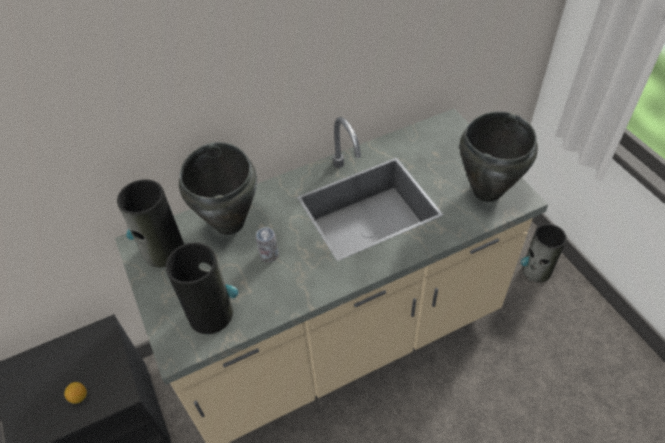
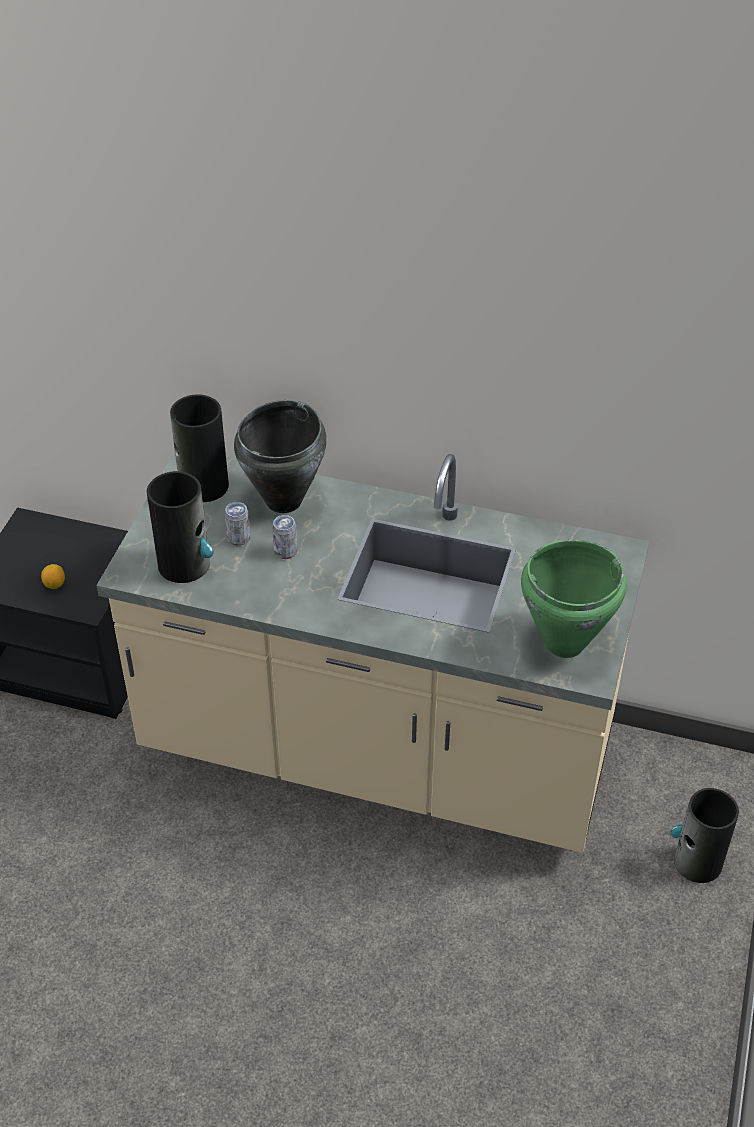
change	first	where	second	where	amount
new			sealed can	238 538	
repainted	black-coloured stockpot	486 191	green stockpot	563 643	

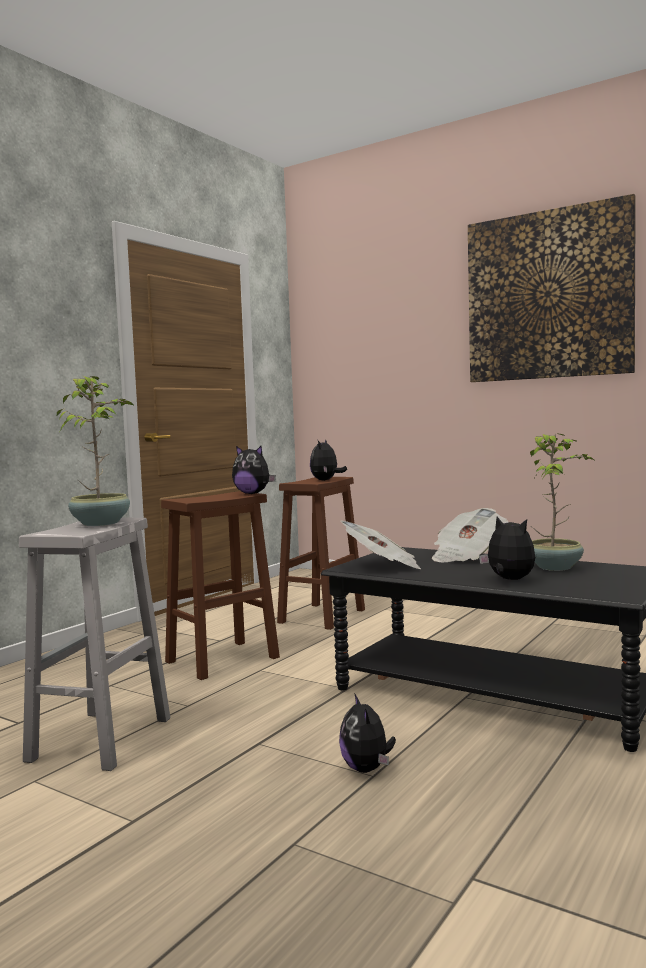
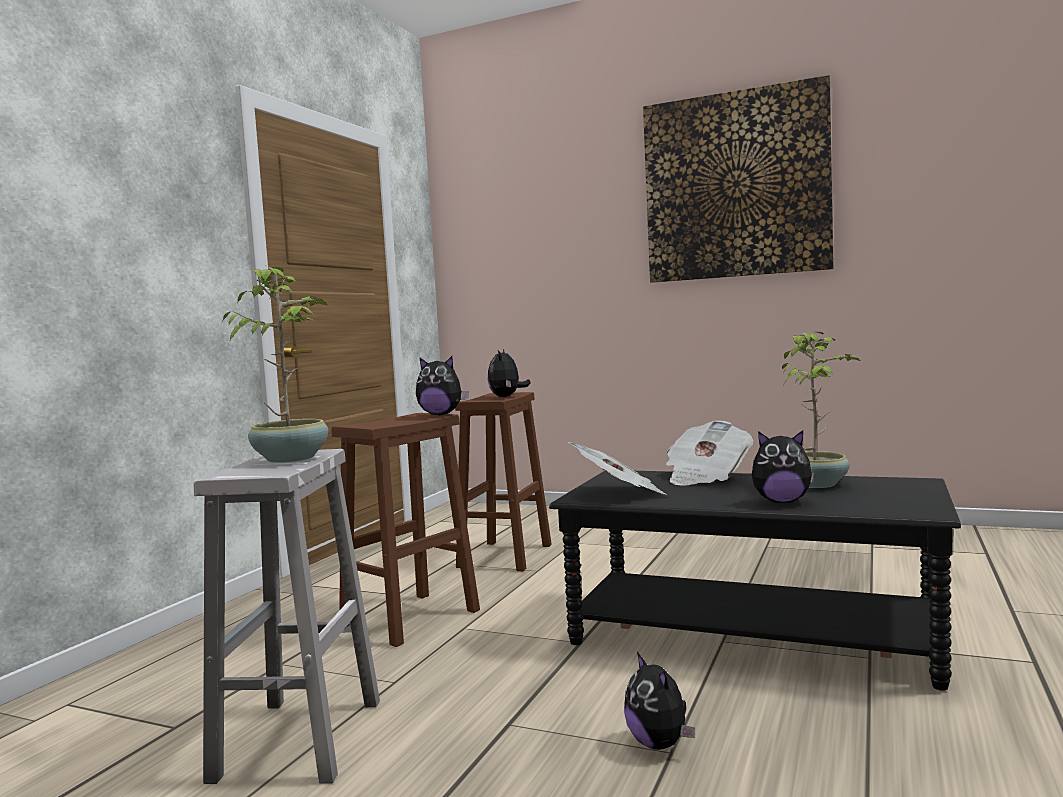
change	first	where	second	where	amount
rotated	cuddly toy	509 580		781 502	150 degrees clockwise

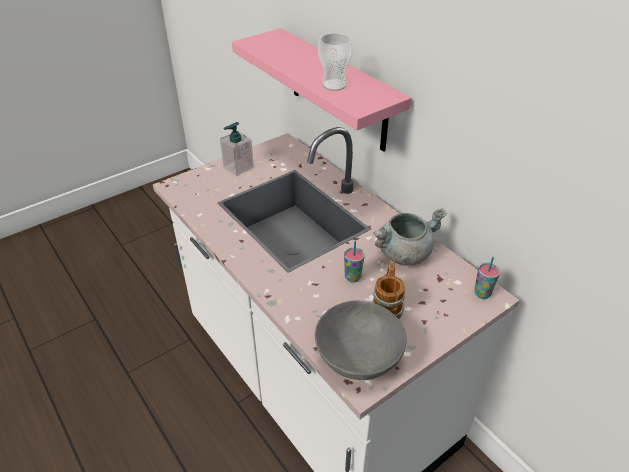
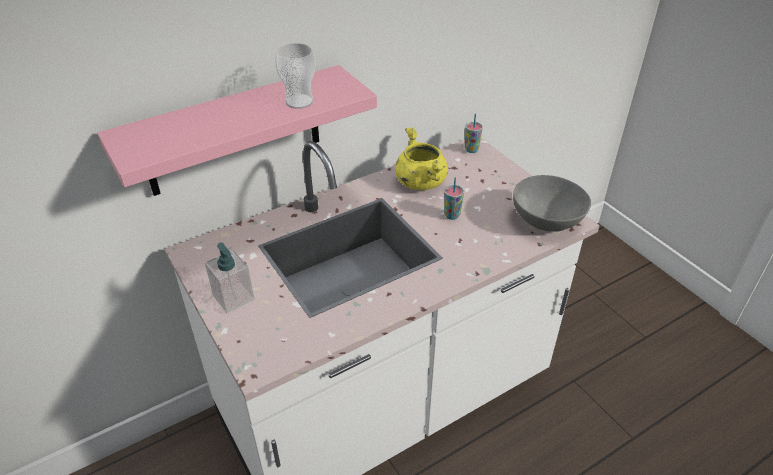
change	first	where	second	where	amount
gone	tea mug	387 305			
repainted	grey stockpot	404 253	yellowish stockpot	420 182	

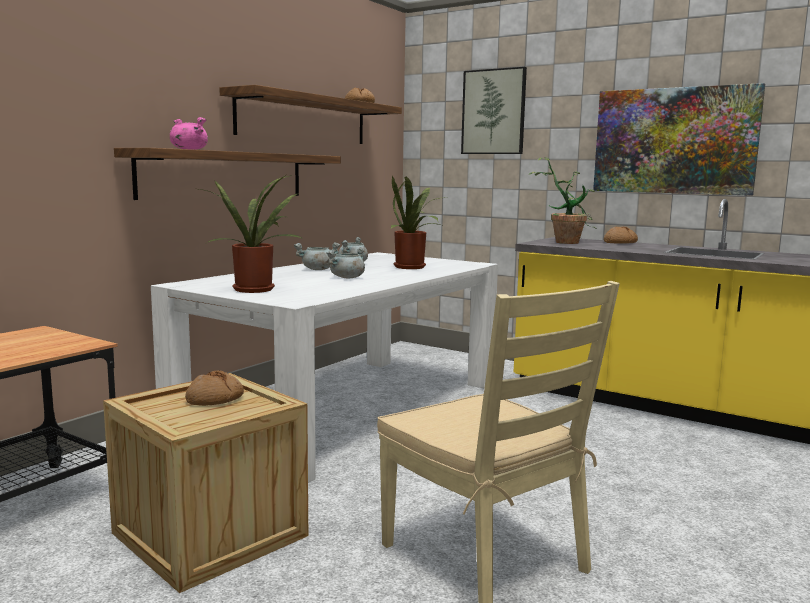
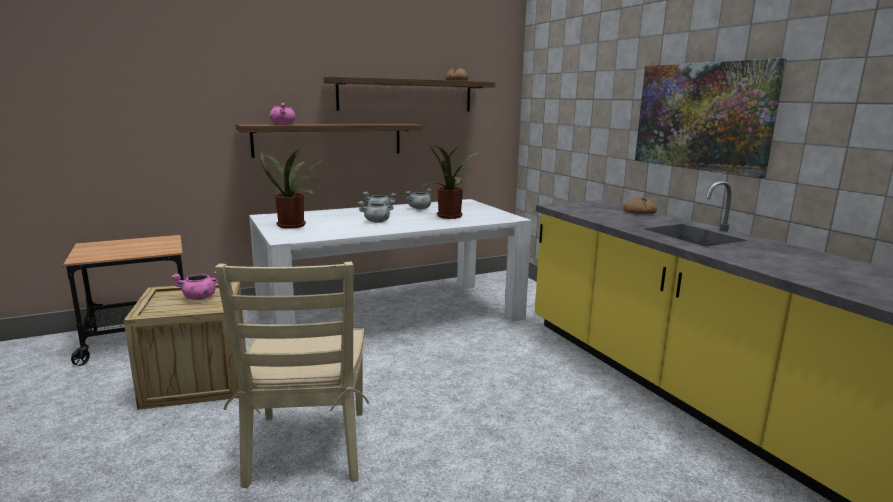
change	first	where	second	where	amount
gone	wall art	494 112			
gone	plant in a pot	565 242			
swapped	bakery bread	215 399	pink stockpot	199 298	

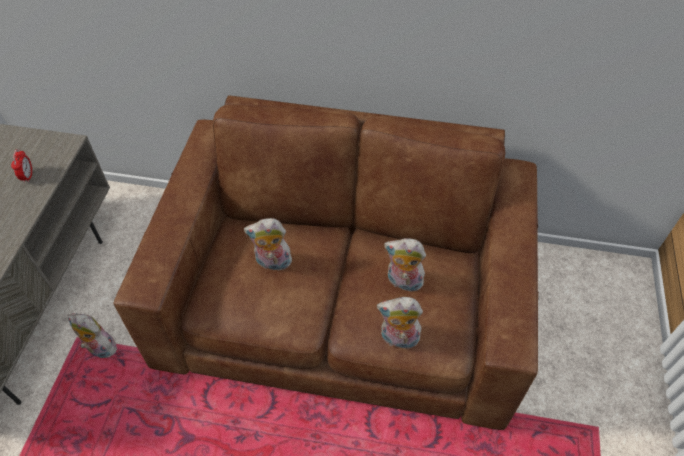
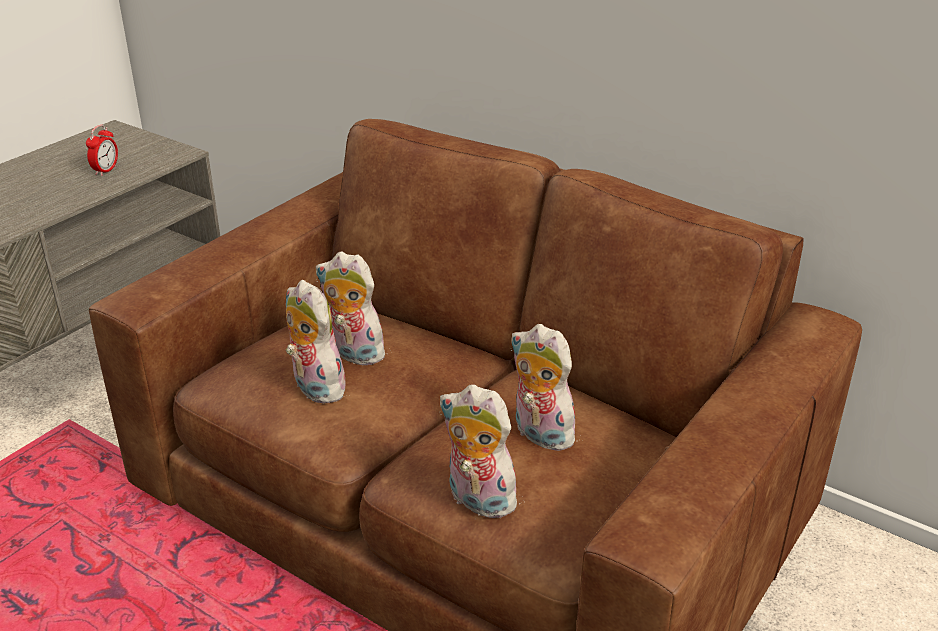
change	first	where	second	where	amount
shifted	cuddly toy	99 348		314 387	

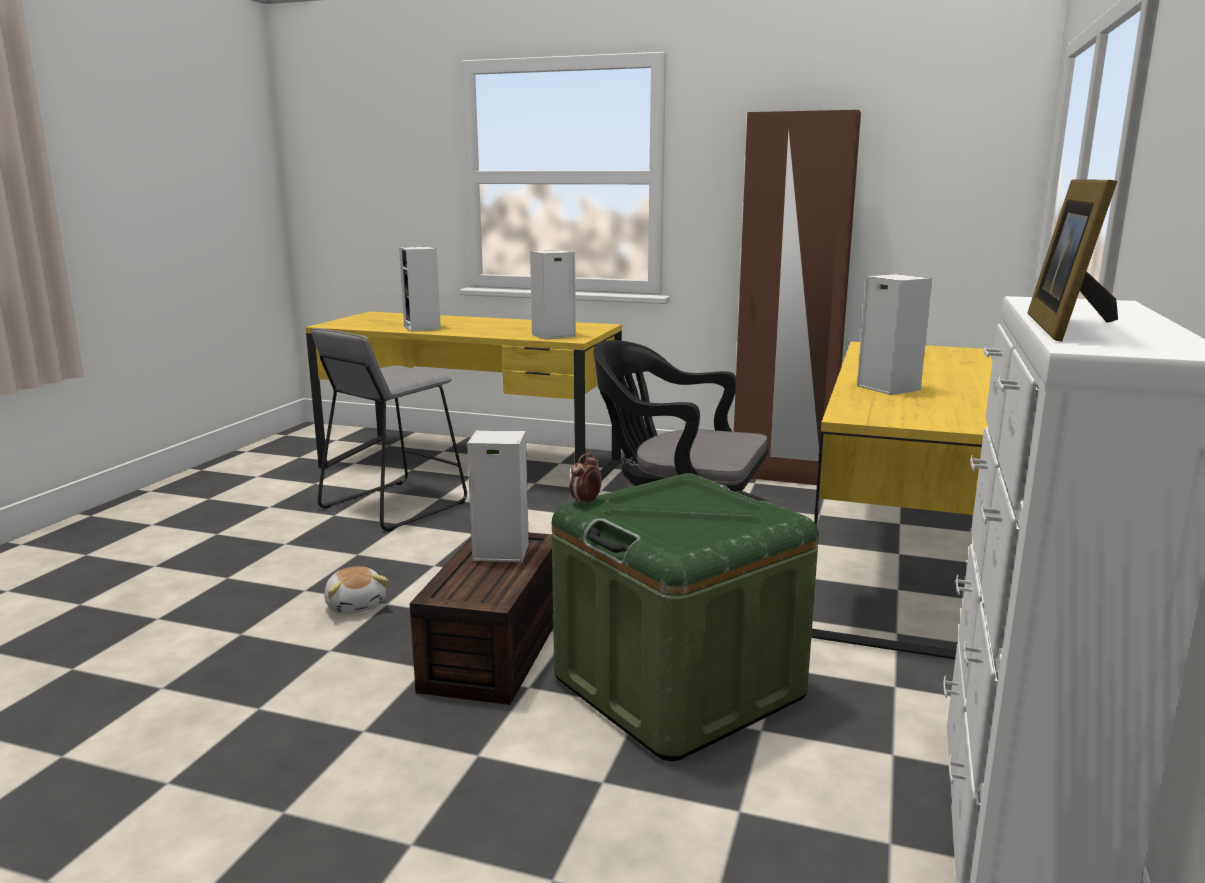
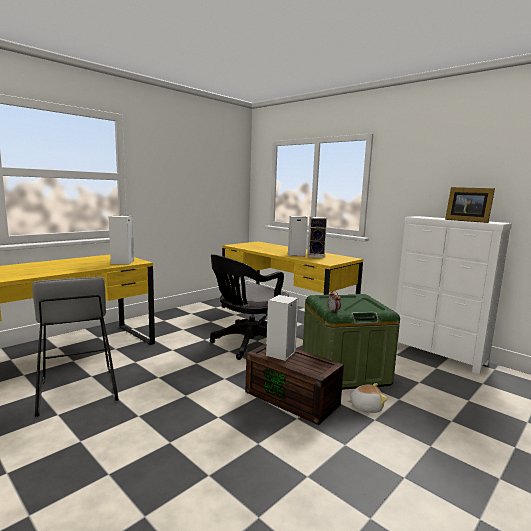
change	first	where	second	where	amount
gone	brownish wardrobe	782 476			
shifted	cuddly toy	356 605		365 407	
shifted	loudspeaker	423 328		316 256	

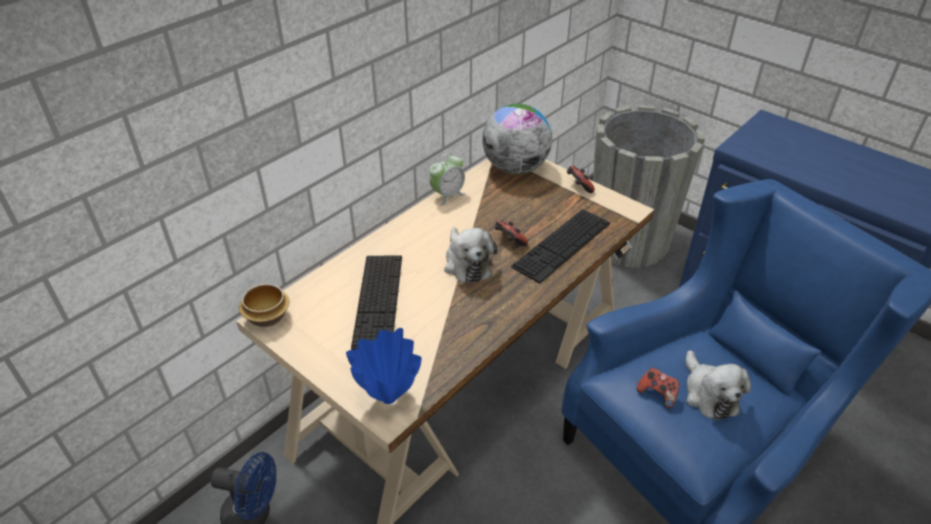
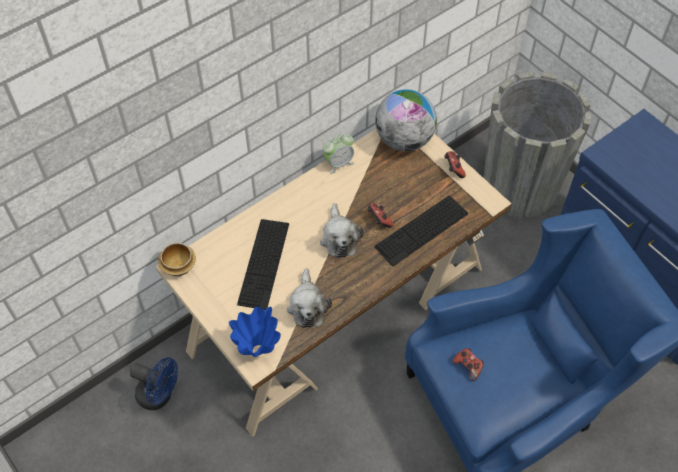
change	first	where	second	where	amount
shifted	cuddly toy	709 394		308 306	

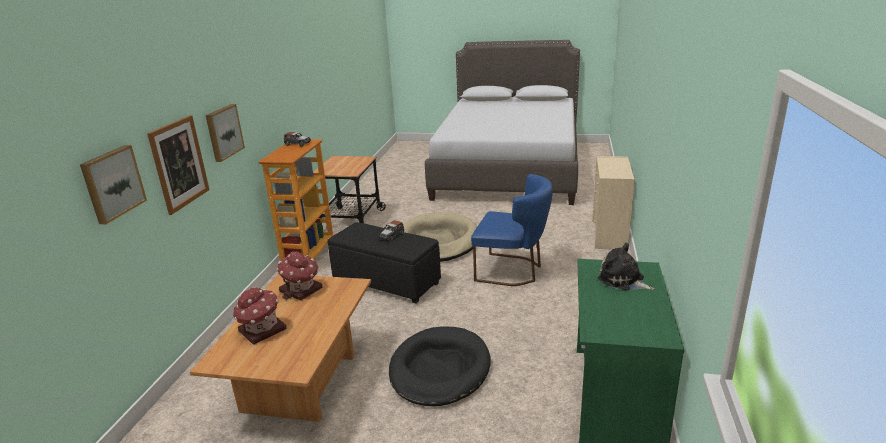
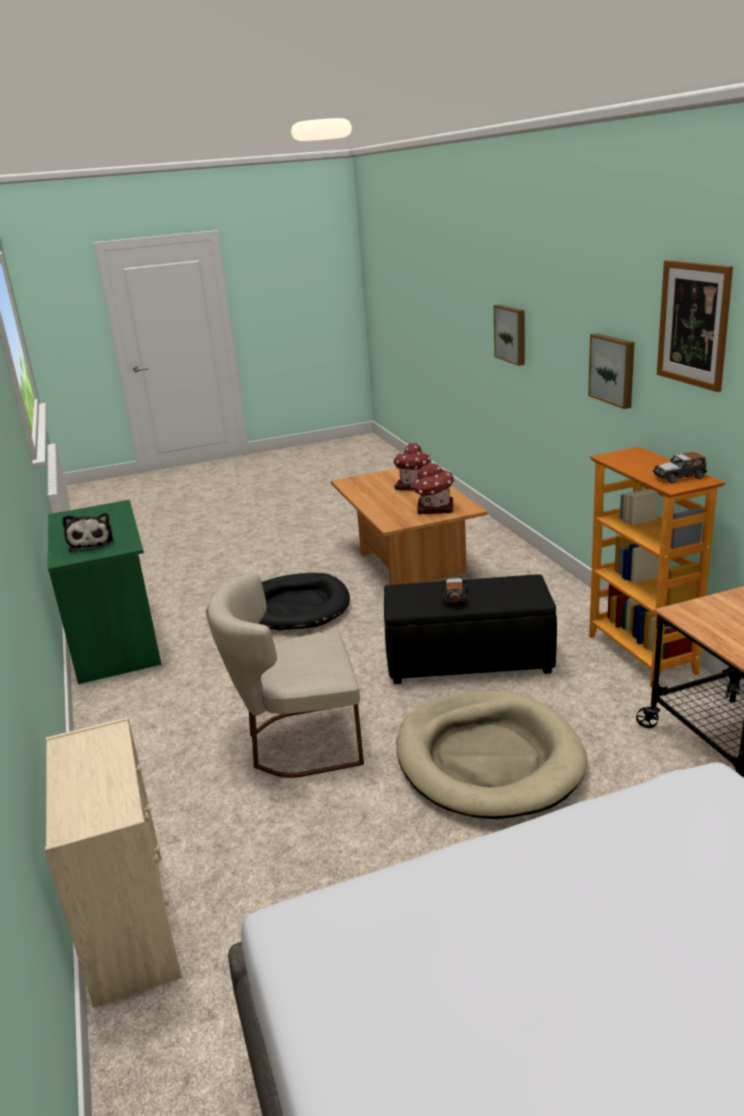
change	first	where	second	where	amount
shifted	wall art	179 163		693 324	
repainted	bluish plain chair	512 271	sand-coloured plain chair	297 743	
rotated	cuddly toy	623 280		91 542	60 degrees clockwise

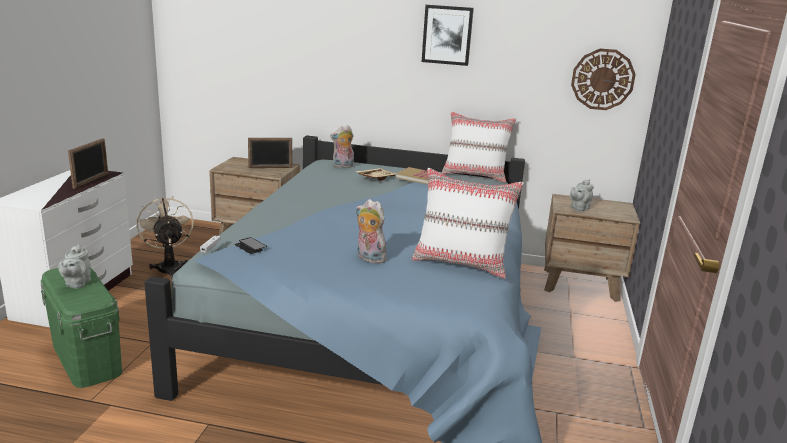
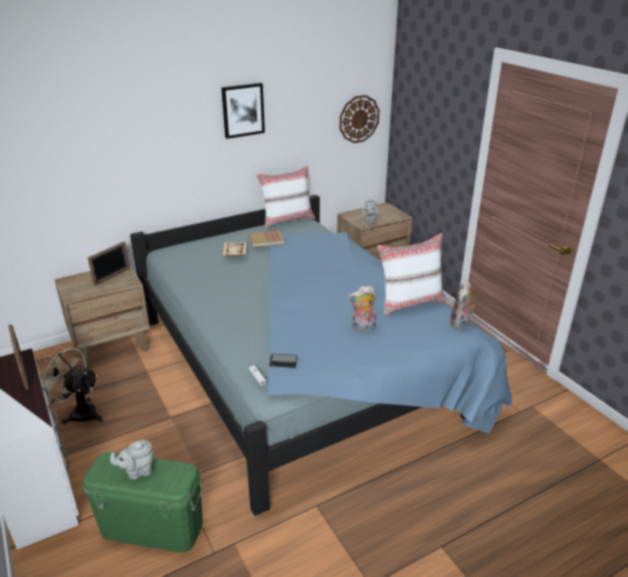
change	first	where	second	where	amount
shifted	cuddly toy	343 166		460 324	
rotated	grey pot for tea	77 284		138 471	105 degrees clockwise

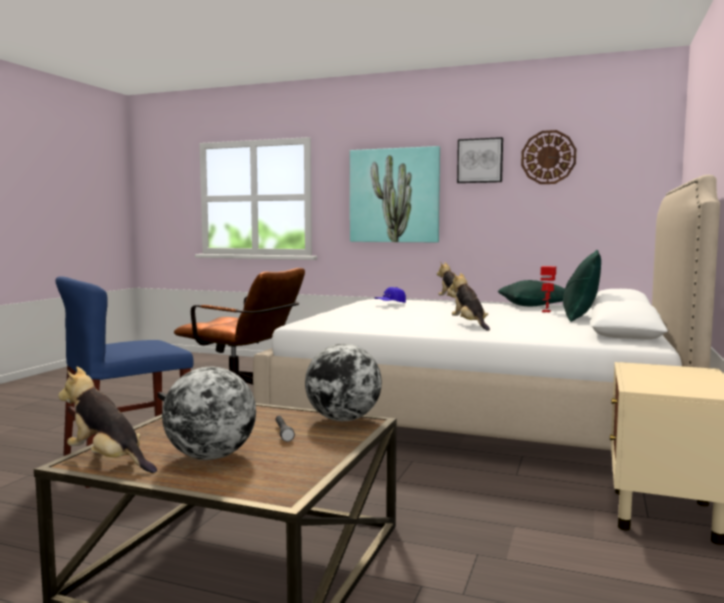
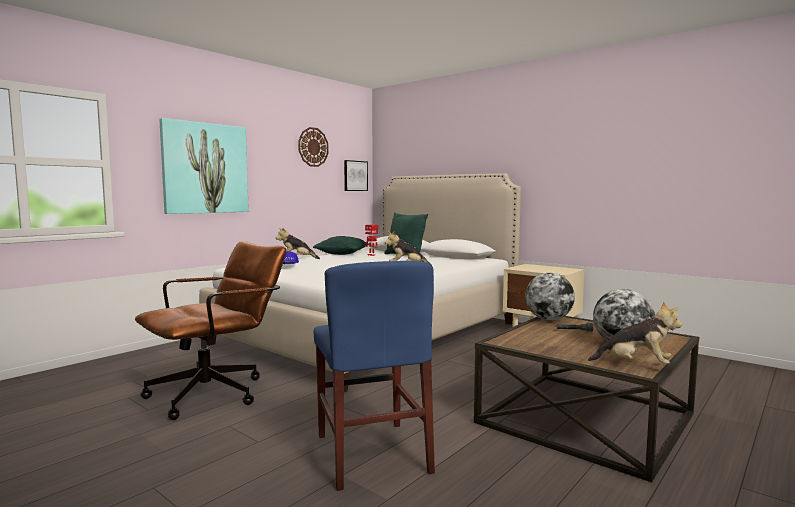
change	first	where	second	where	amount
shifted	wall art	480 160		355 176	
rotated	cuddly toy	108 461		635 365	120 degrees counterclockwise

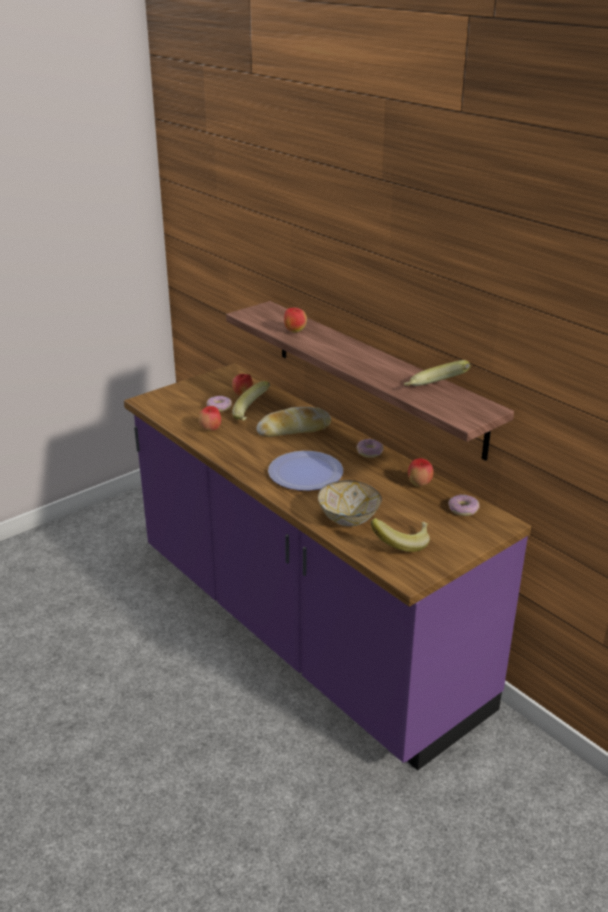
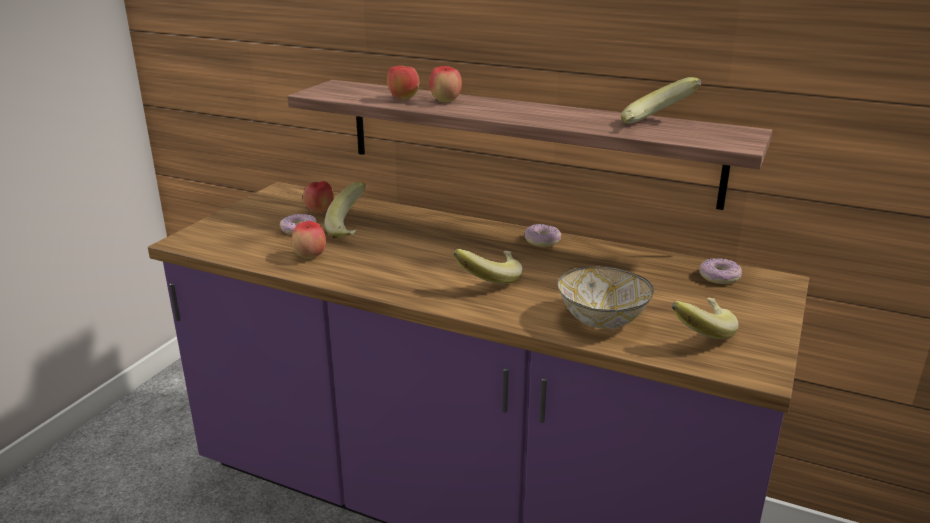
change	first	where	second	where	amount
gone	bakery bread	293 429			
shifted	whole apple	419 484		445 101	
swapped	flat dish	305 472	banana	488 279	

